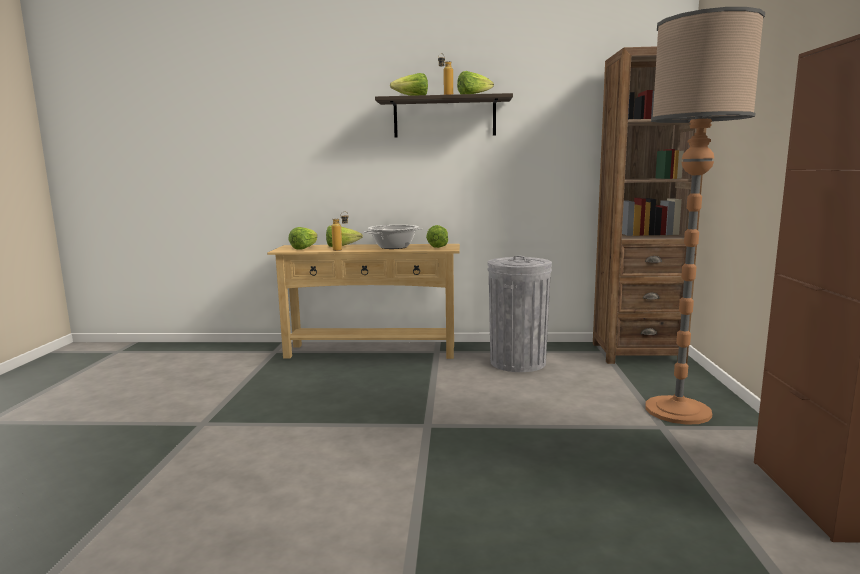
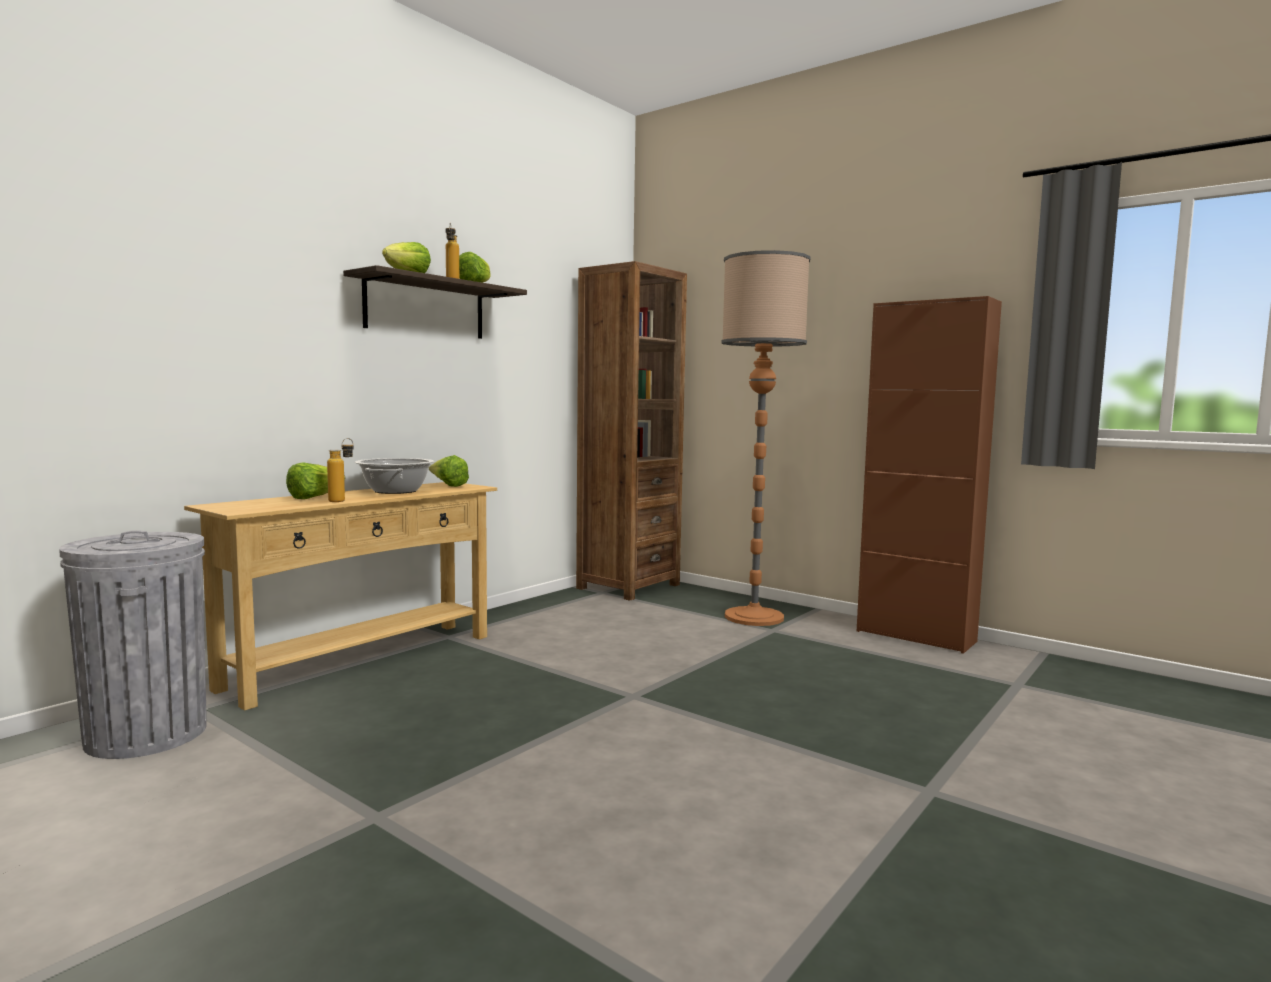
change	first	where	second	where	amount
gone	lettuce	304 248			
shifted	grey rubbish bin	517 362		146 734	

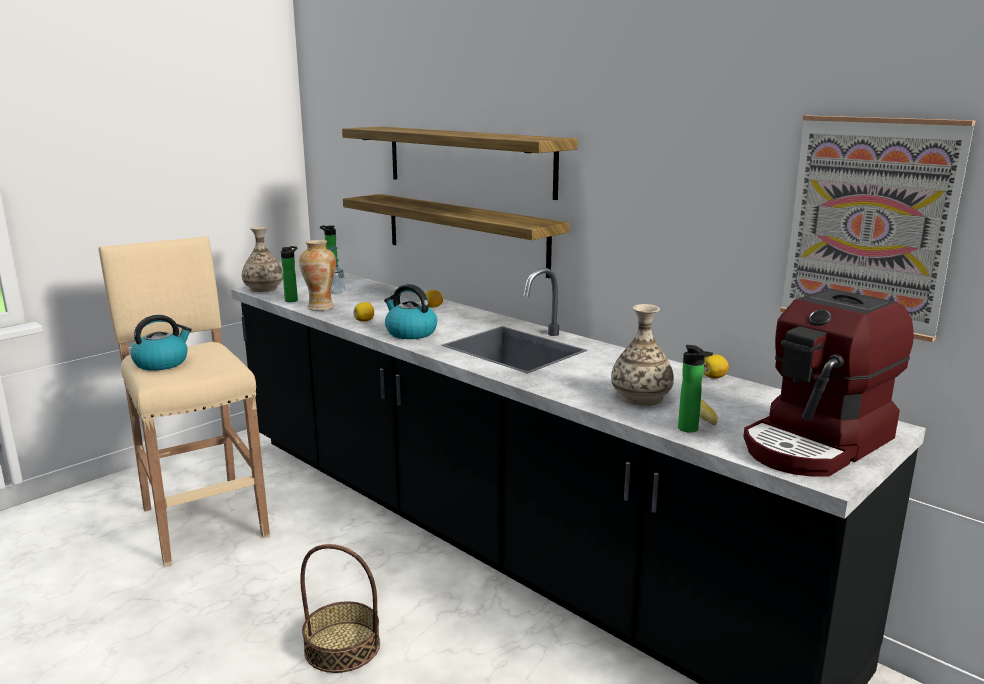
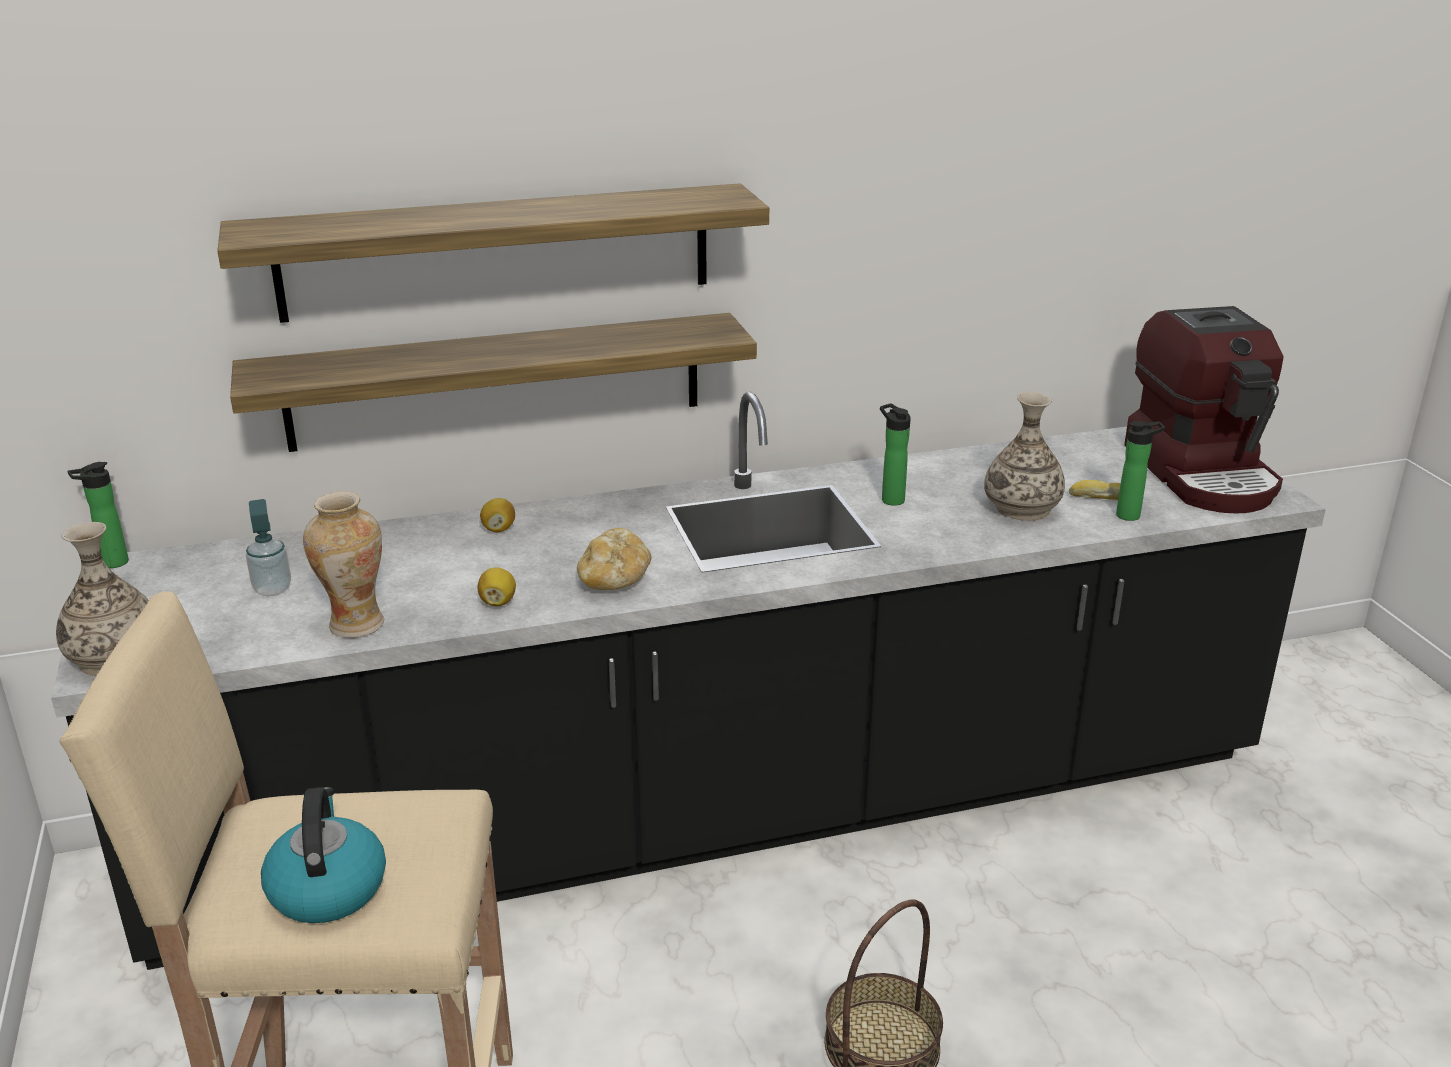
change	first	where	second	where	amount
gone	citrus fruit	714 377			
gone	wall art	869 225			
shifted	bottle	292 300		890 499	
swapped	tea kettle	410 333	bakery bread	614 580	

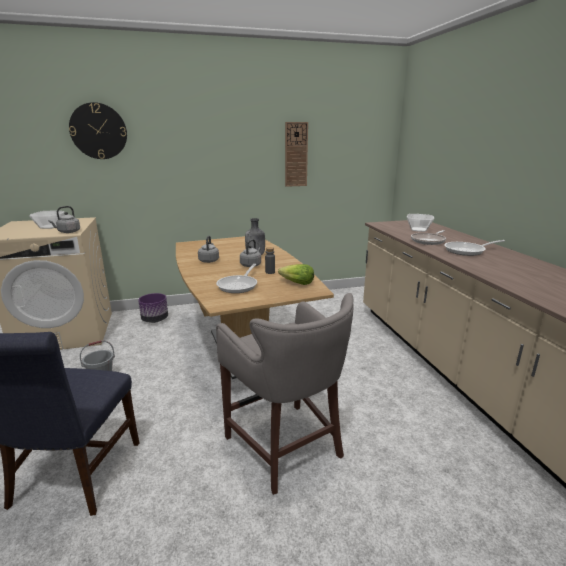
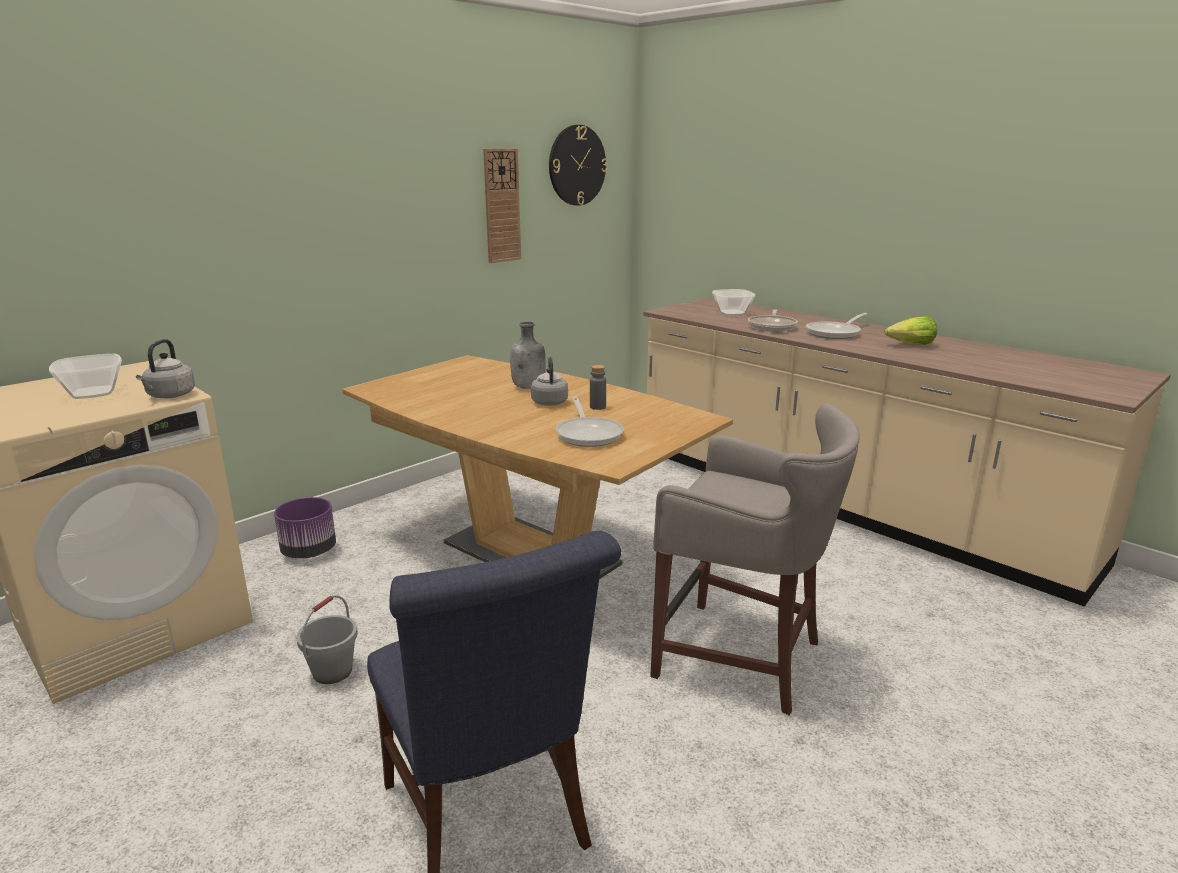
change	first	where	second	where	amount
gone	grey tea kettle	209 260			
shifted	wall clock	98 131		577 165	
shifted	lettuce	297 283		911 345	

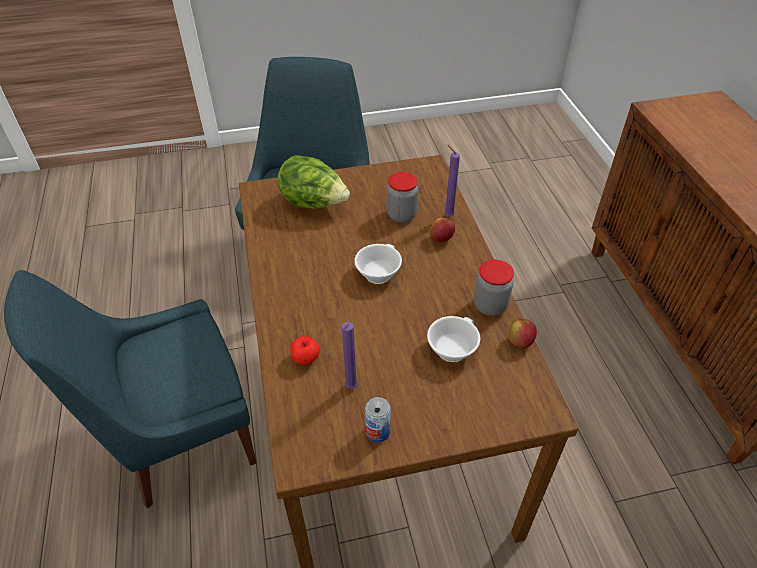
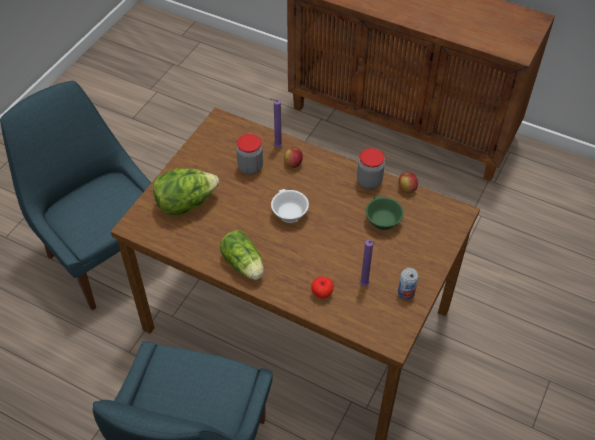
change	first	where	second	where	amount
new			lettuce	244 265	
repainted	whitish drinking cup	451 348	green drinking cup	381 221	

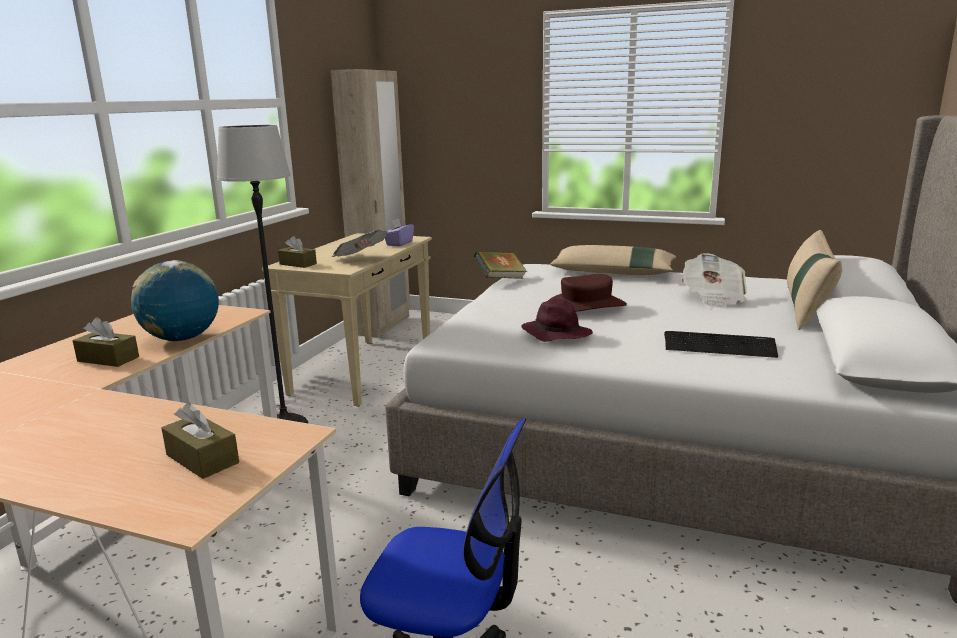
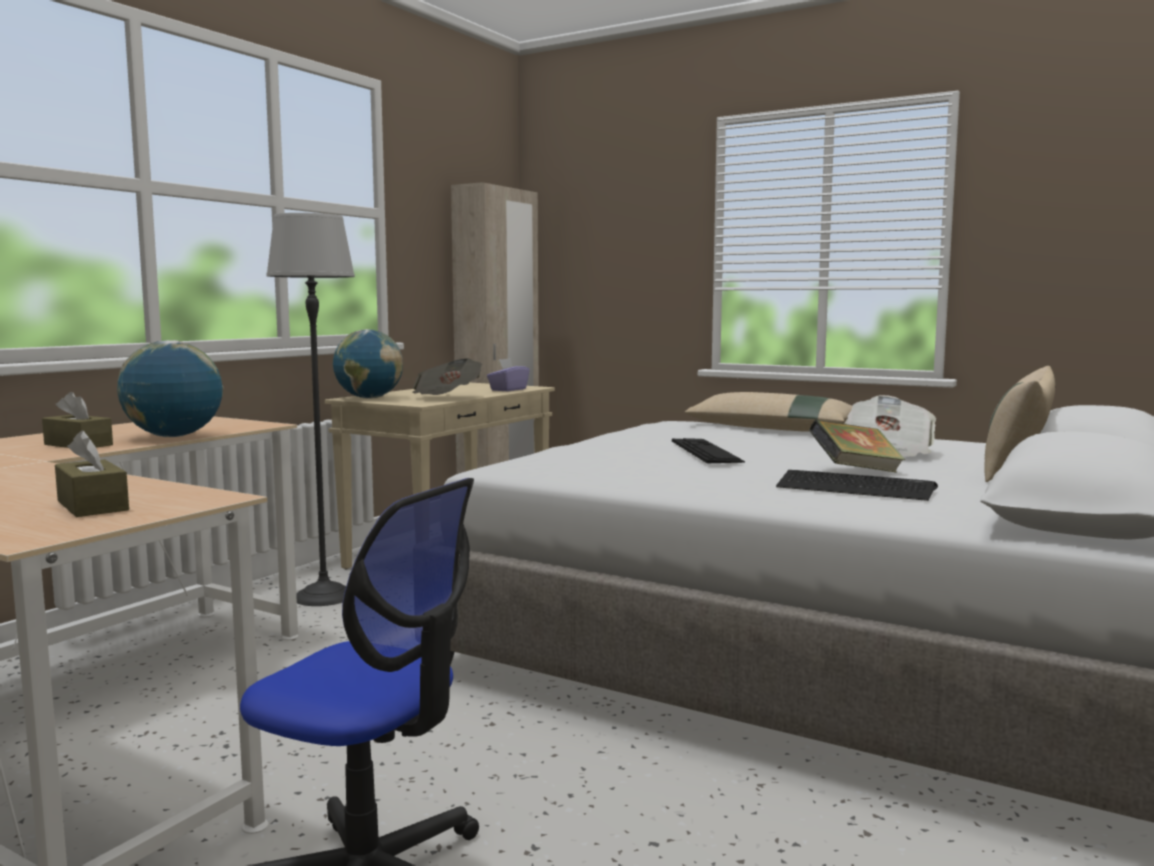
change	first	where	second	where	amount
gone	purple-coloured wearable hat	555 334			
shifted	bound book	500 279		855 471	
swapped	brownish tissue holder	298 264	globe	369 398	
swapped	brownish wearable hat	586 306	computer keyboard	705 451	

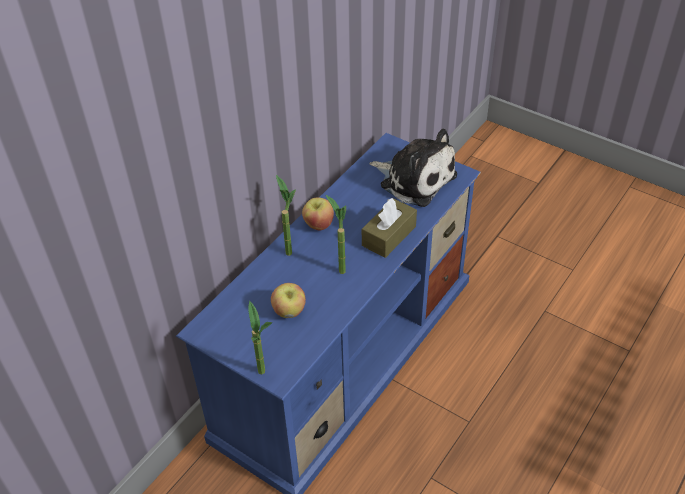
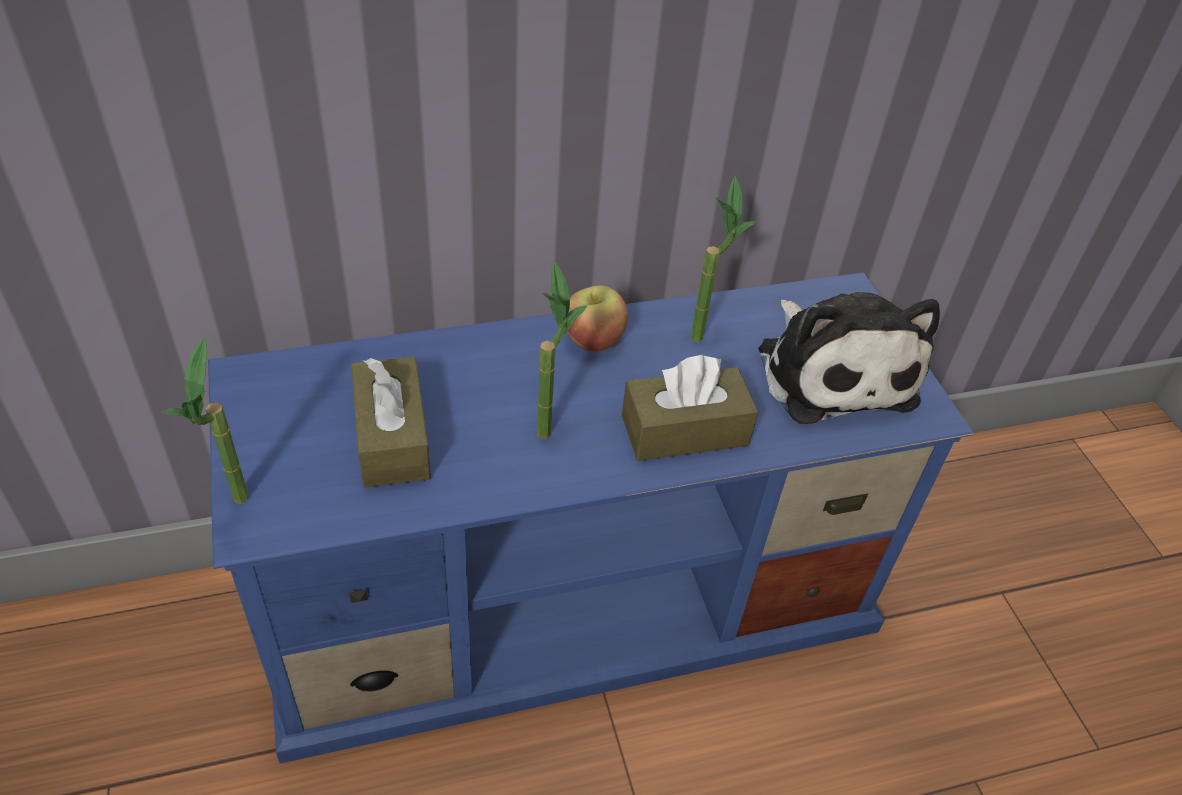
change	first	where	second	where	amount
shifted	plant in a pot	288 248		703 330	
swapped	whole apple	289 311	brownish tissue holder	392 438	

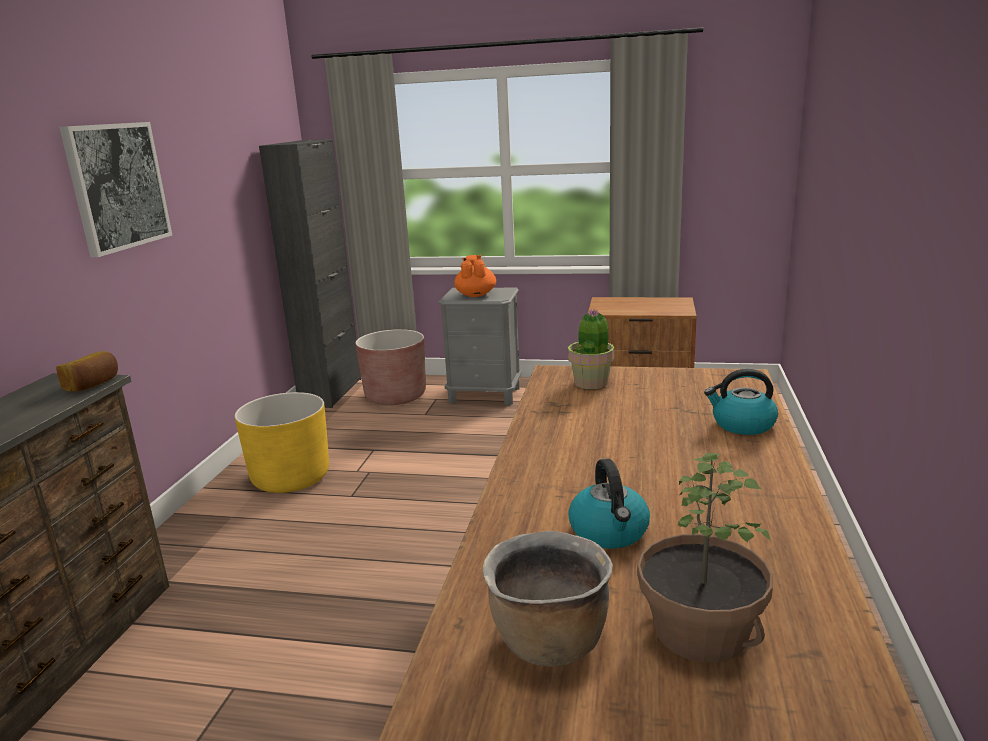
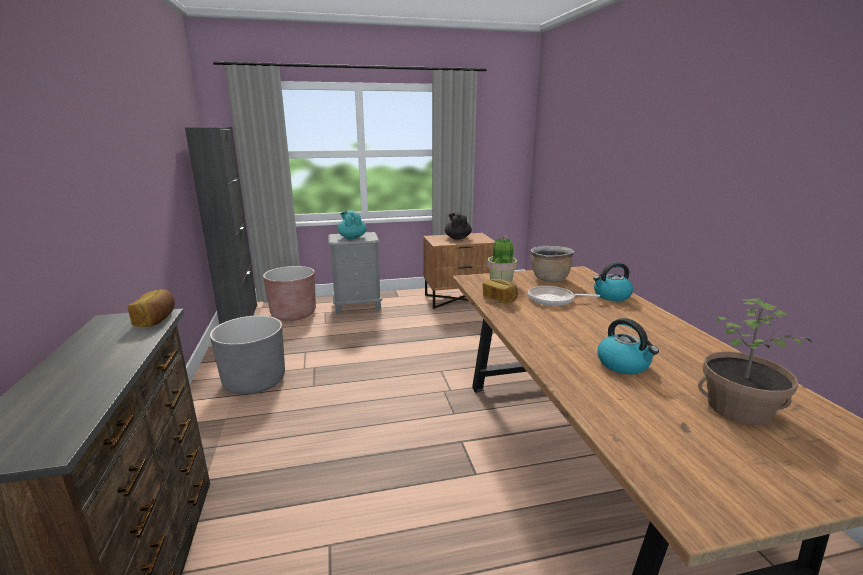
change	first	where	second	where	amount
gone	wall art	117 186			
new			black-coloured pot for tea	457 238	
new			bakery bread	499 299	
new			frying pan	554 300	
shifted	brownish stockpot	548 641		549 279	
repainted	yellowish plant pot	291 478	grey plant pot	254 381	
repainted	orangey pot for tea	475 295	turquoise-coloured pot for tea	352 237	

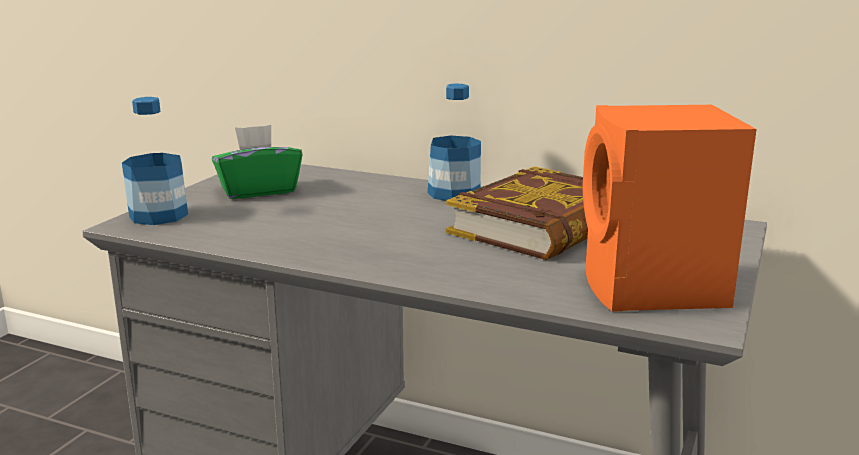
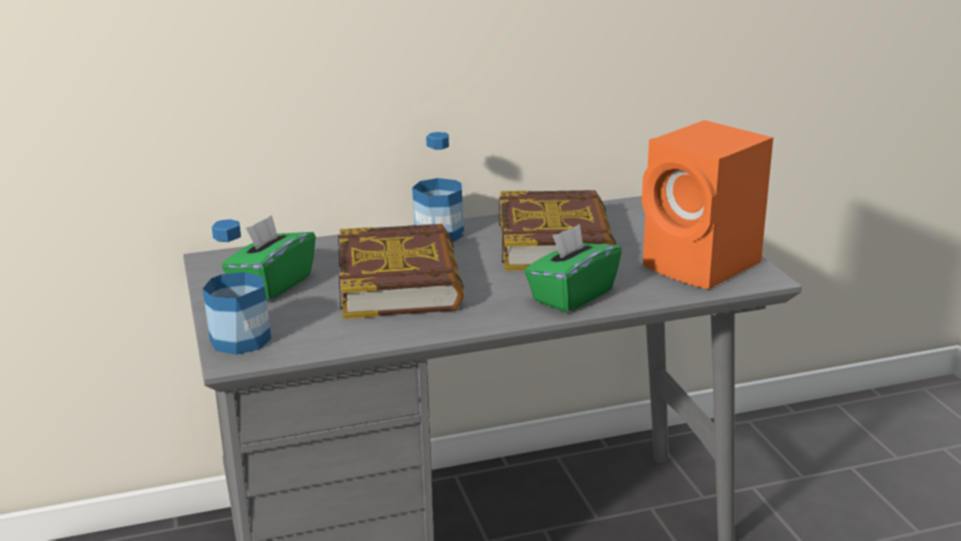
change	first	where	second	where	amount
new			bound book	400 282	
new			green tissue holder	571 296	

